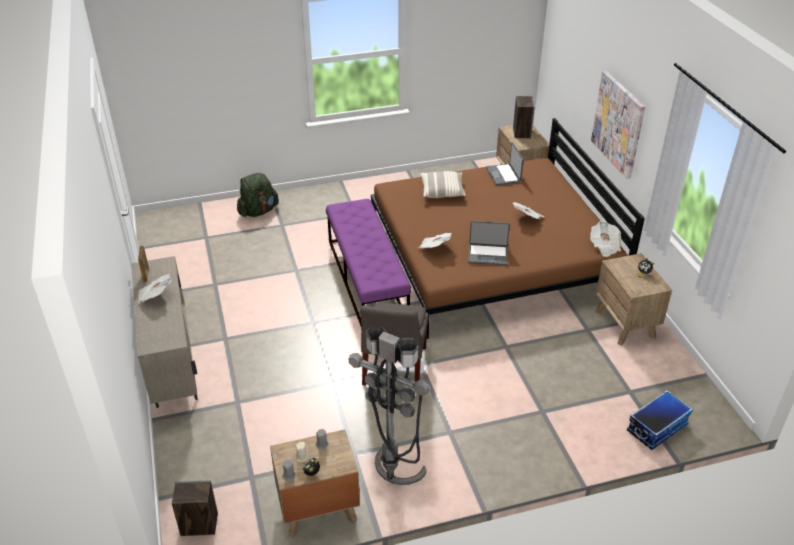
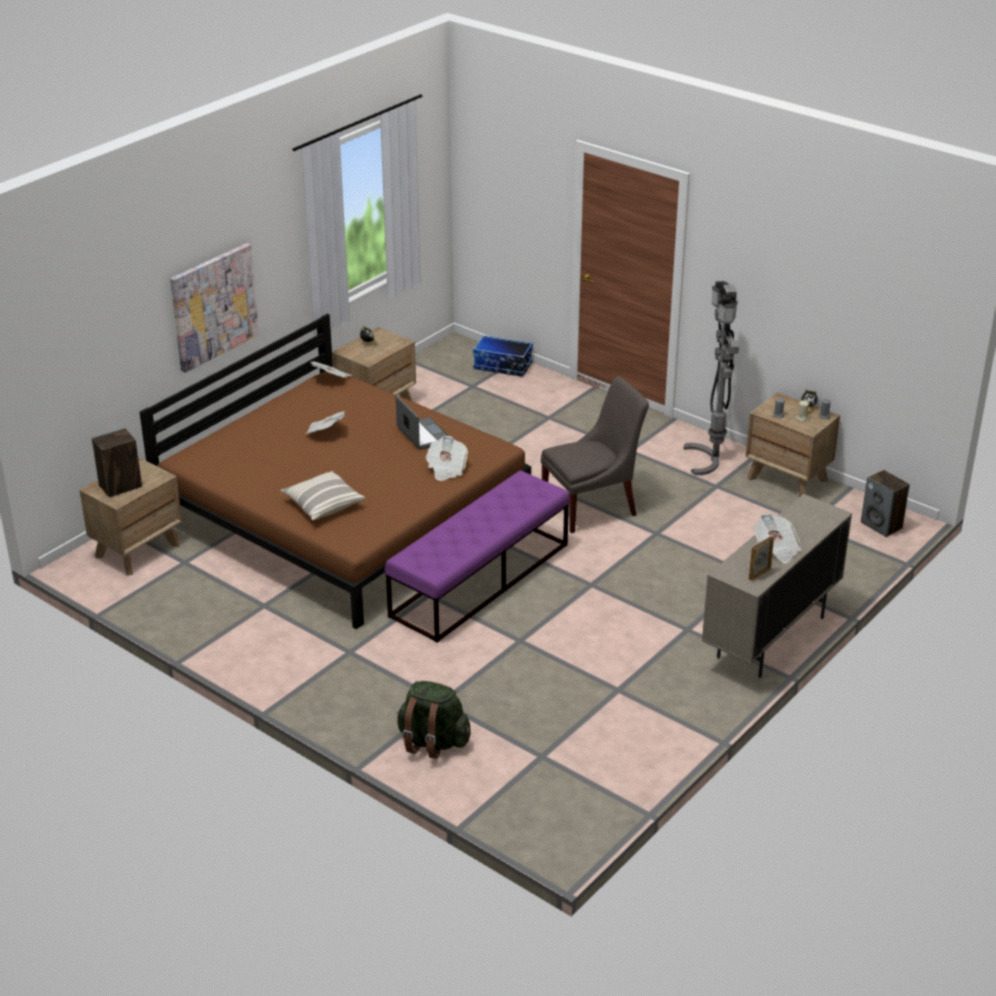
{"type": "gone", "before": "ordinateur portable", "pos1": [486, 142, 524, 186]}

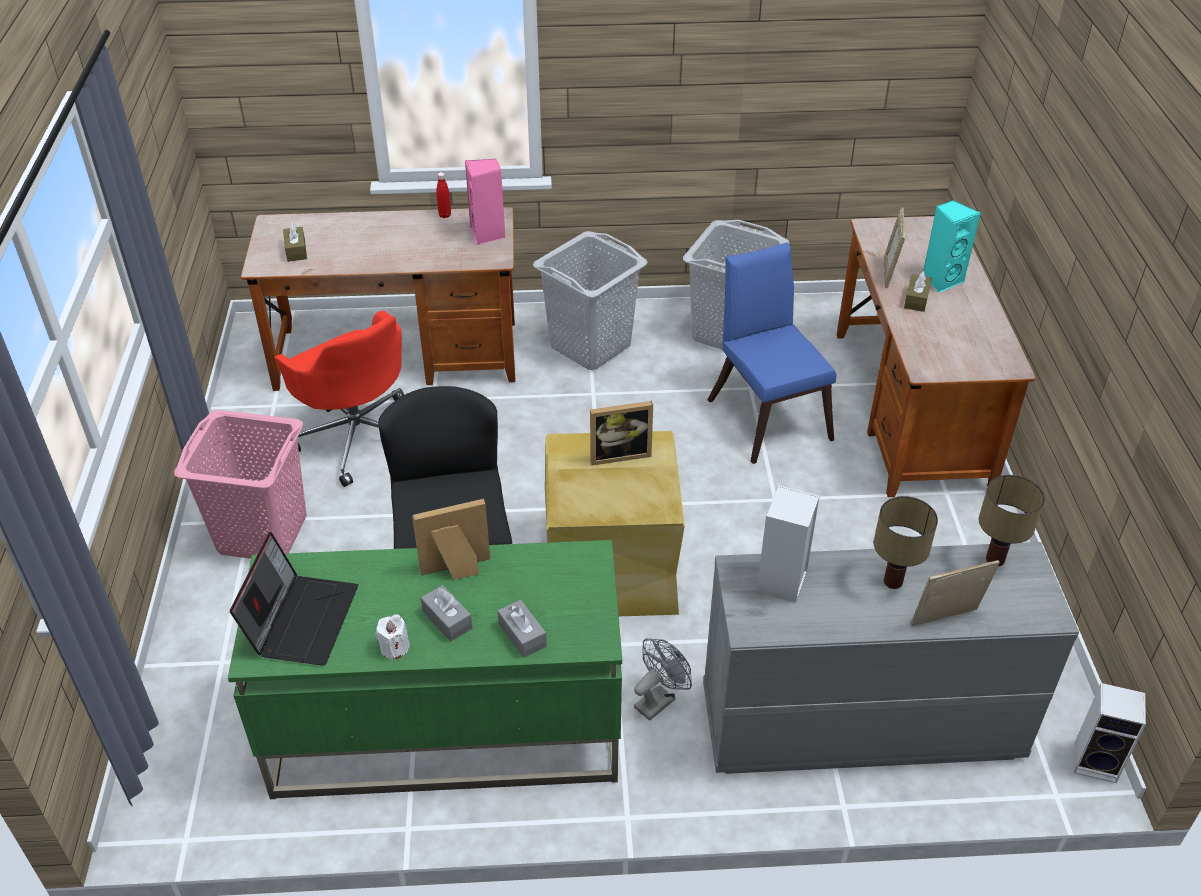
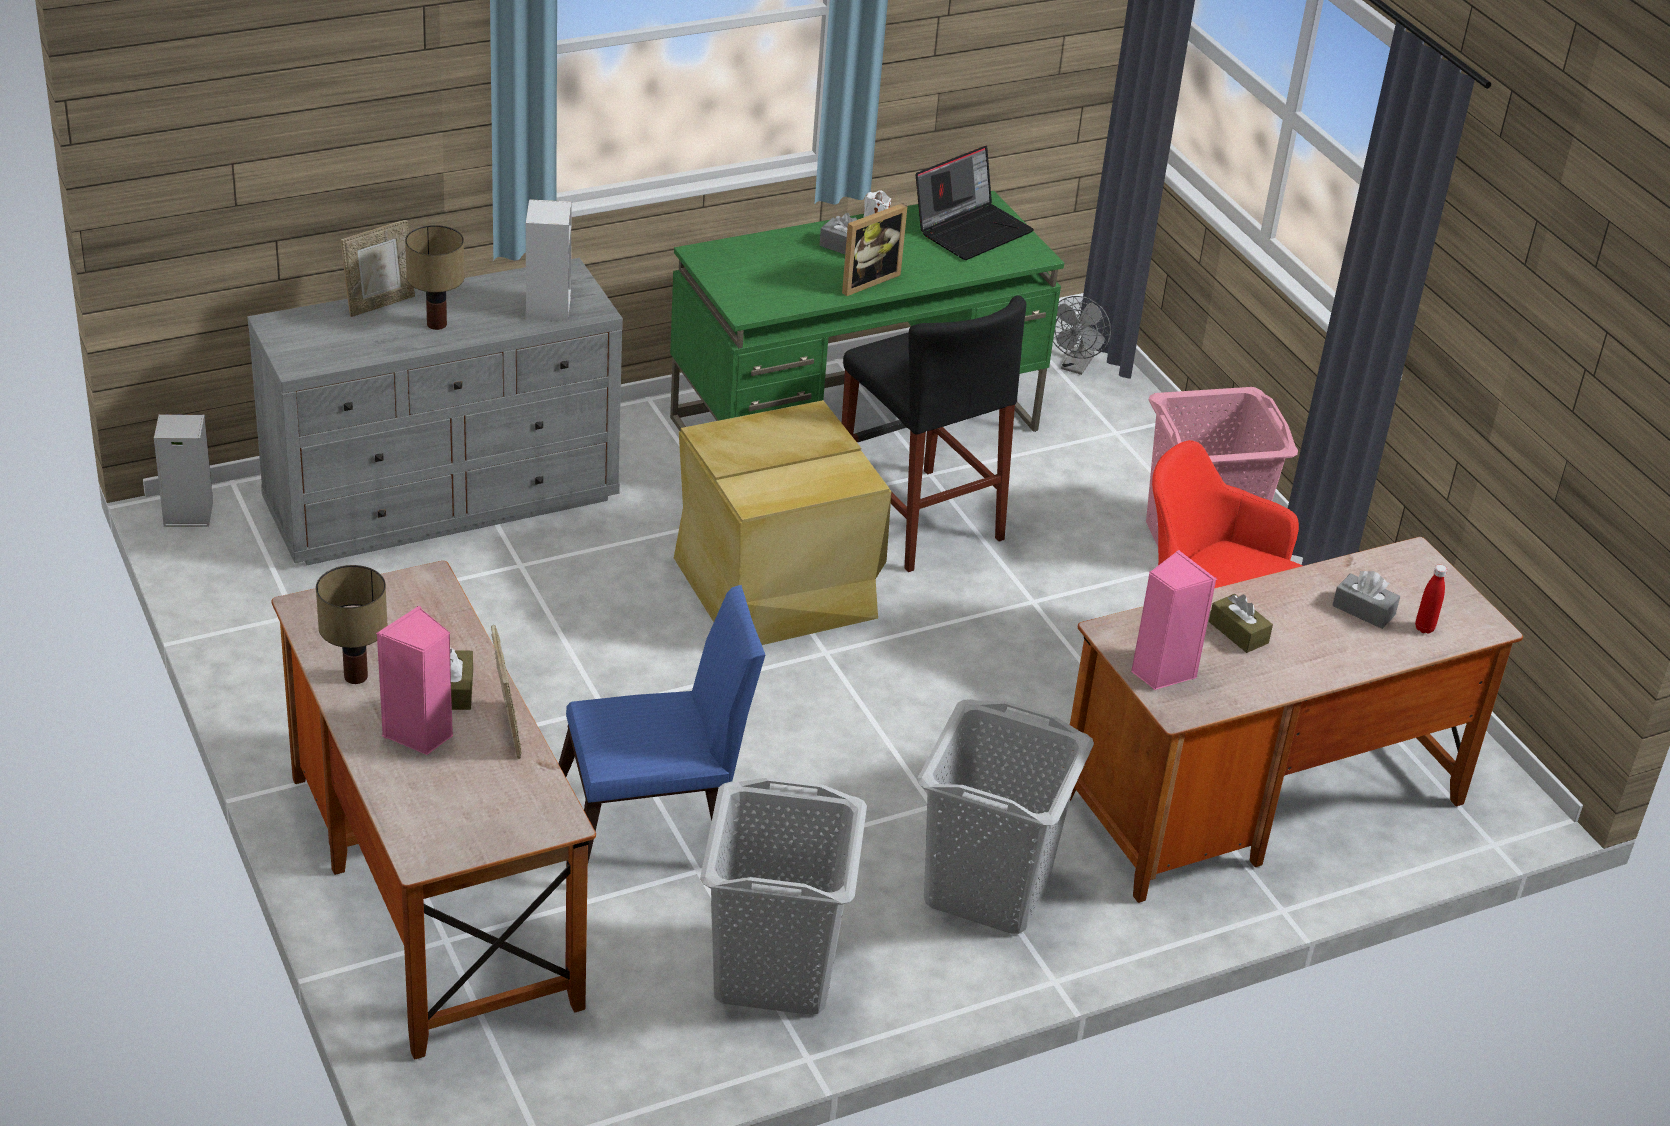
{"type": "shifted", "before": "bouteille (rouge)", "pos1": [436, 172, 451, 218], "pos2": [1415, 565, 1447, 634]}
{"type": "repainted", "before": "enceinte (turquoise)", "after": "enceinte (rose)", "pos1": [923, 200, 981, 292], "pos2": [377, 606, 453, 755]}
{"type": "shifted", "before": "boîte à mouchoirs (marron)", "pos1": [283, 223, 307, 262], "pos2": [1209, 594, 1273, 653]}
{"type": "rotated", "before": "chaise (bleu)", "pos1": [707, 242, 837, 464], "pos2": [558, 585, 765, 862], "turn": -60}
{"type": "gone", "before": "cadre photo", "pos1": [590, 401, 653, 466]}
{"type": "shifted", "before": "lampe de table", "pos1": [979, 475, 1045, 566], "pos2": [316, 565, 388, 684]}
{"type": "rotated", "before": "ordinateur portable", "pos1": [230, 531, 358, 666], "pos2": [916, 146, 1034, 260], "turn": -120}
{"type": "shifted", "before": "boîte à mouchoirs (gris)", "pos1": [498, 600, 547, 658], "pos2": [1332, 571, 1400, 629]}
{"type": "shifted", "before": "ventilateur (gris)", "pos1": [634, 638, 692, 721], "pos2": [1053, 296, 1111, 375]}

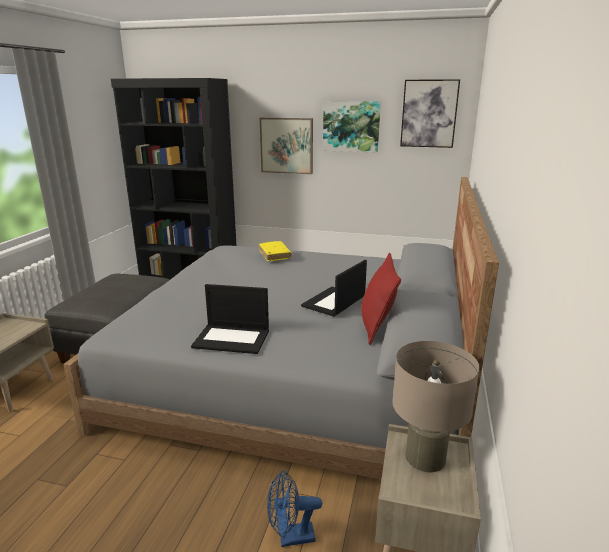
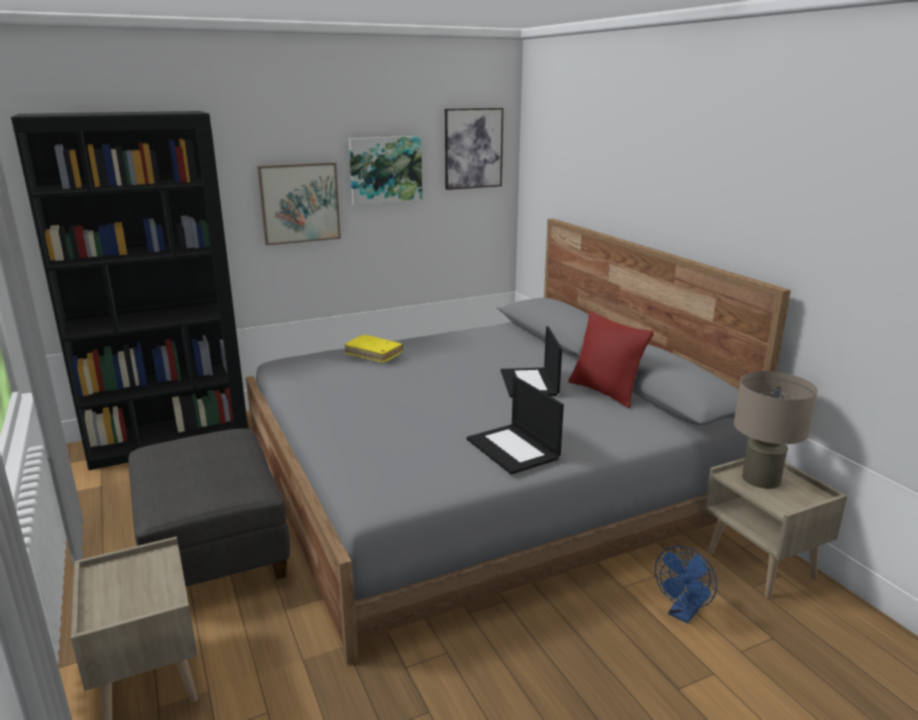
{"type": "rotated", "before": "ordinateur portable", "pos1": [191, 284, 269, 354], "pos2": [467, 376, 564, 475], "turn": 90}

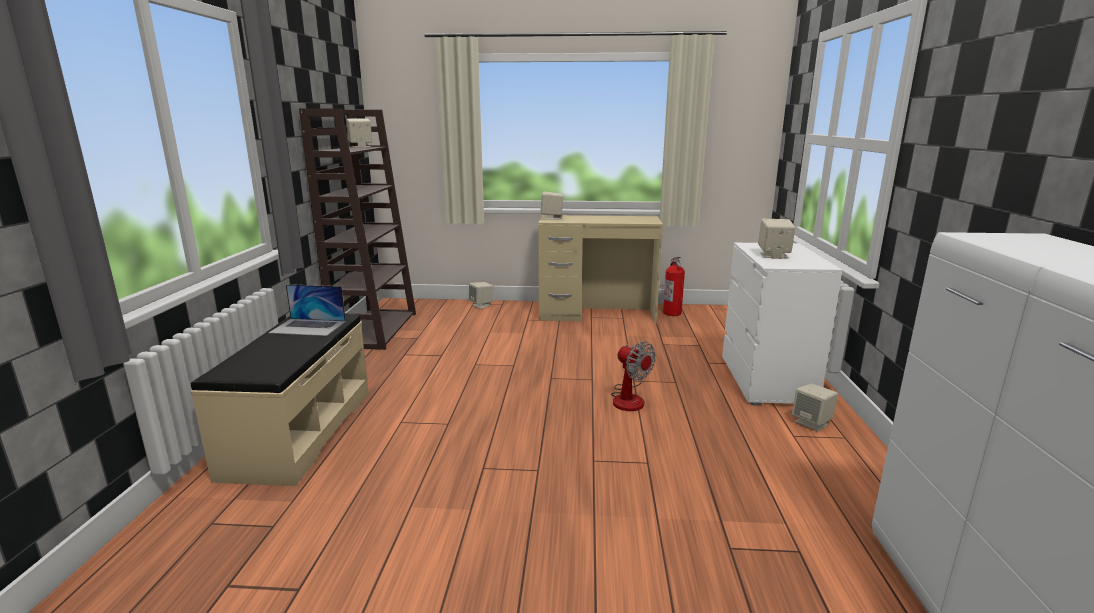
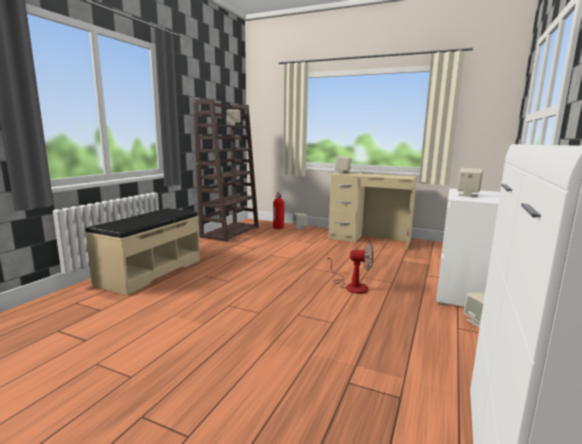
{"type": "shifted", "before": "extincteur", "pos1": [663, 257, 685, 316], "pos2": [273, 192, 284, 229]}
{"type": "gone", "before": "ordinateur portable", "pos1": [269, 284, 346, 336]}
{"type": "rotated", "before": "ventilateur", "pos1": [611, 341, 656, 411], "pos2": [327, 243, 374, 294], "turn": -60}

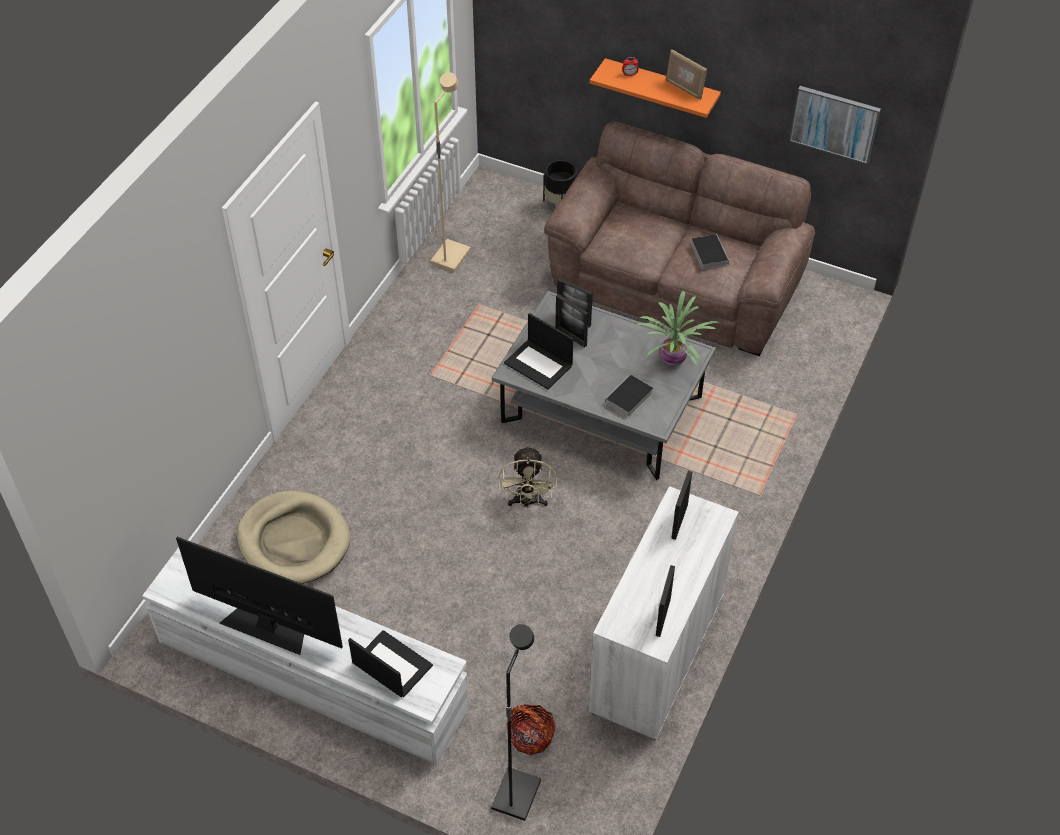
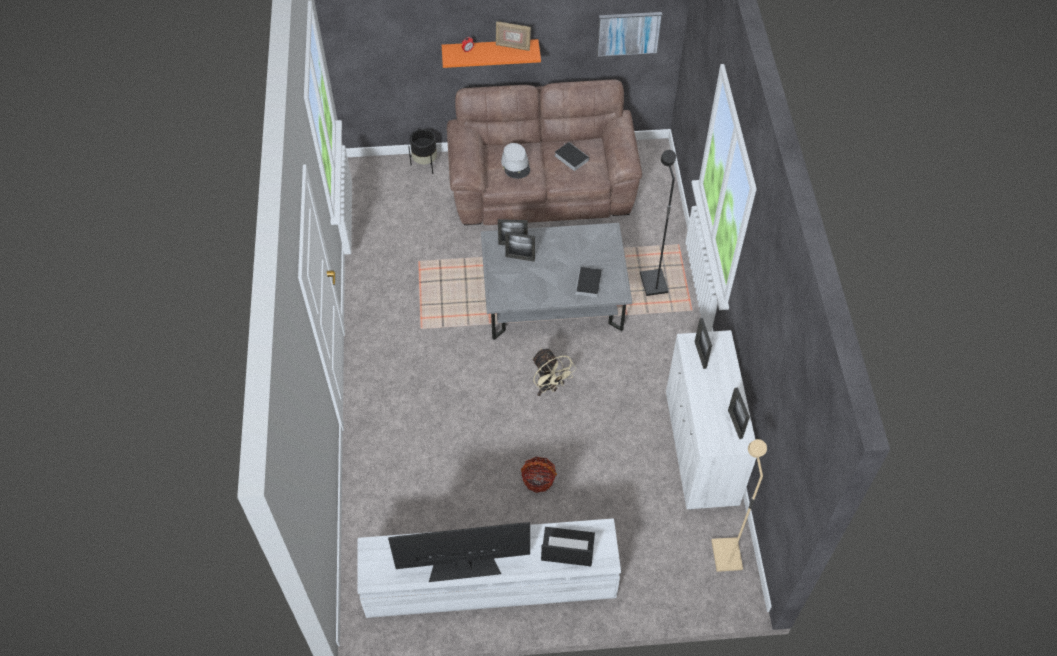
{"type": "shifted", "before": "lampadaire (beige)", "pos1": [430, 72, 471, 272], "pos2": [711, 439, 767, 572]}
{"type": "gone", "before": "plante en pot", "pos1": [635, 291, 720, 367]}
{"type": "gone", "before": "ordinateur portable", "pos1": [504, 313, 573, 390]}
{"type": "gone", "before": "panier pour chien (beige)", "pos1": [237, 490, 350, 584]}
{"type": "shifted", "before": "lampadaire (noir)", "pos1": [491, 624, 541, 821], "pos2": [640, 150, 676, 296]}
{"type": "shifted", "before": "panier", "pos1": [506, 704, 556, 755], "pos2": [521, 457, 557, 493]}
{"type": "new", "after": "chapeau (gris)", "pos2": [501, 143, 530, 179]}

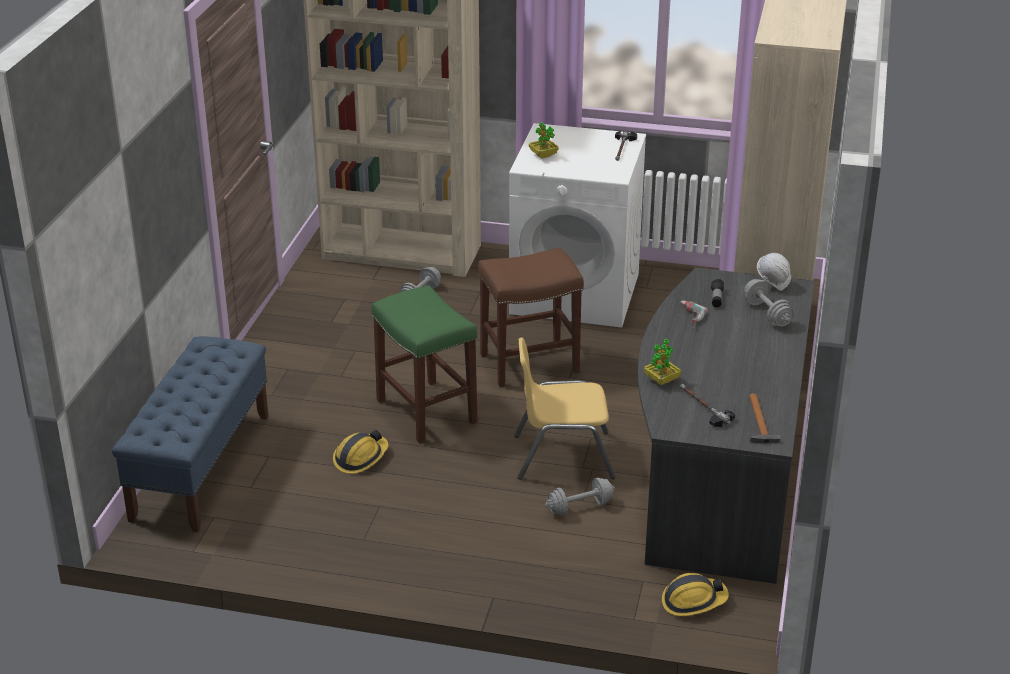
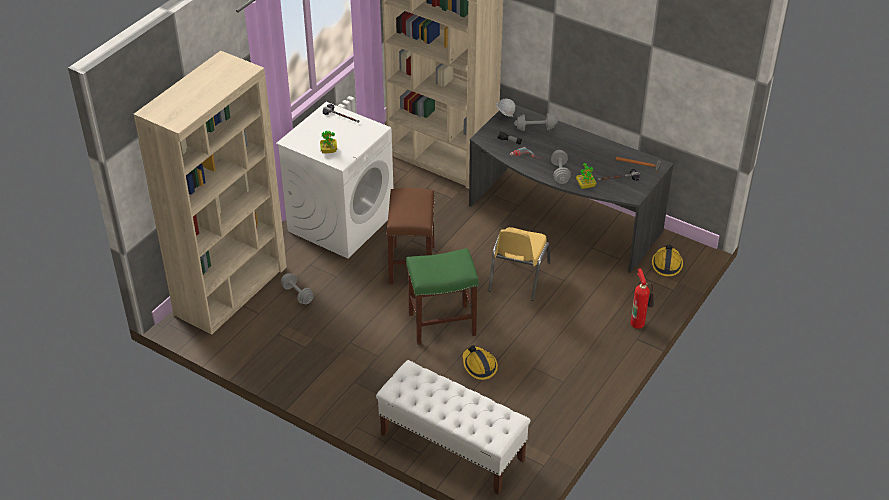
{"type": "repainted", "before": "banc (bleu)", "after": "banc (blanc)", "pos1": [112, 336, 269, 532], "pos2": [376, 360, 531, 495]}
{"type": "shifted", "before": "haltère (gris)", "pos1": [545, 478, 615, 516], "pos2": [551, 150, 571, 184]}
{"type": "new", "after": "extincteur", "pos2": [631, 268, 654, 329]}

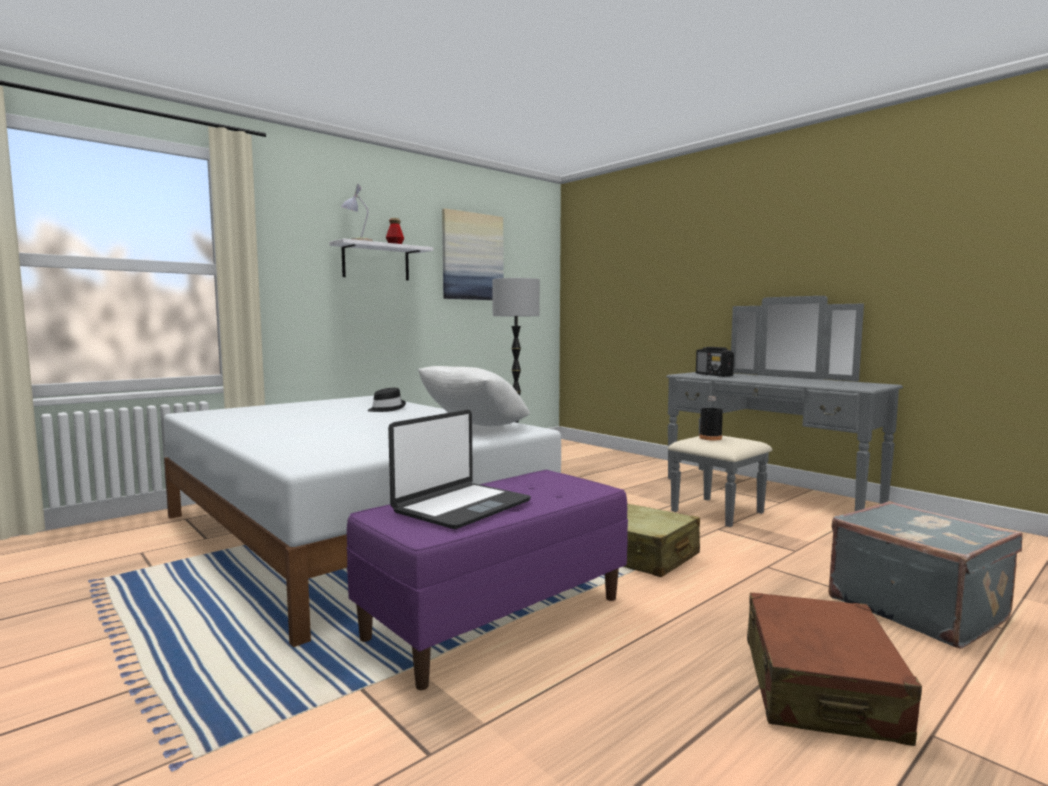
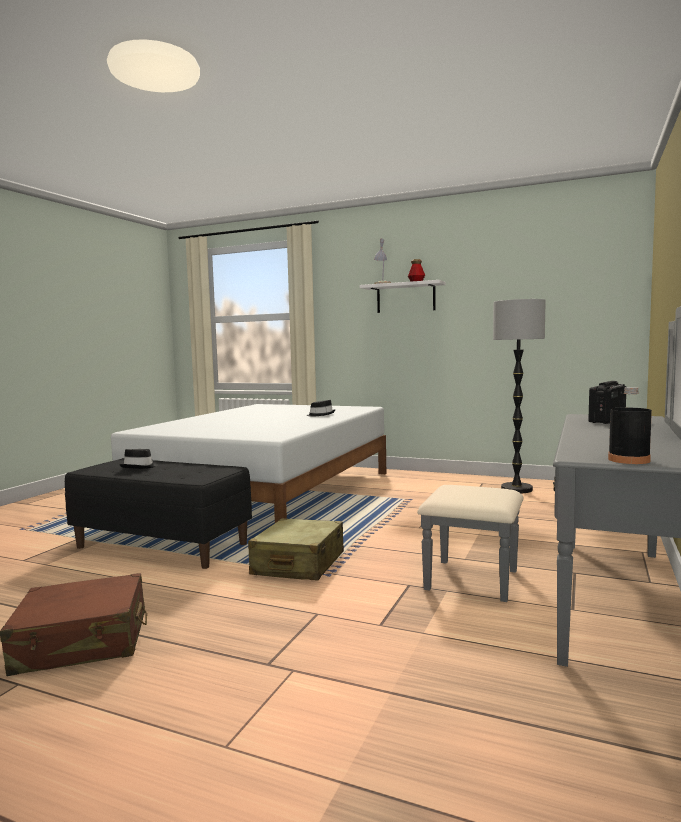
{"type": "gone", "before": "tableau", "pos1": [442, 208, 504, 300]}
{"type": "gone", "before": "coussin (blanc)", "pos1": [418, 366, 530, 426]}
{"type": "shifted", "before": "bouteille (noir)", "pos1": [699, 396, 723, 440], "pos2": [608, 387, 652, 464]}
{"type": "swapped", "before": "ordinateur portable", "after": "chapeau (noir)", "pos1": [388, 410, 531, 529], "pos2": [120, 449, 158, 469]}
{"type": "repainted", "before": "banc (violet)", "after": "banc (noir)", "pos1": [346, 470, 628, 690], "pos2": [65, 458, 252, 569]}
{"type": "gone", "before": "valise (gris)", "pos1": [828, 501, 1023, 649]}

